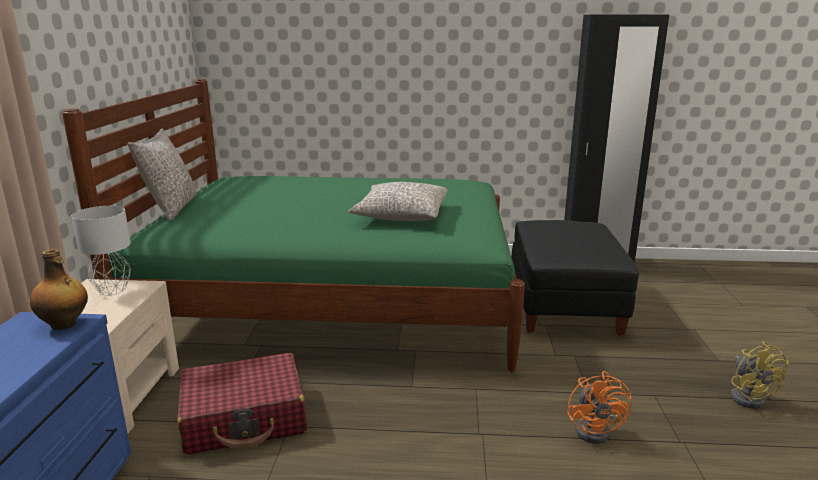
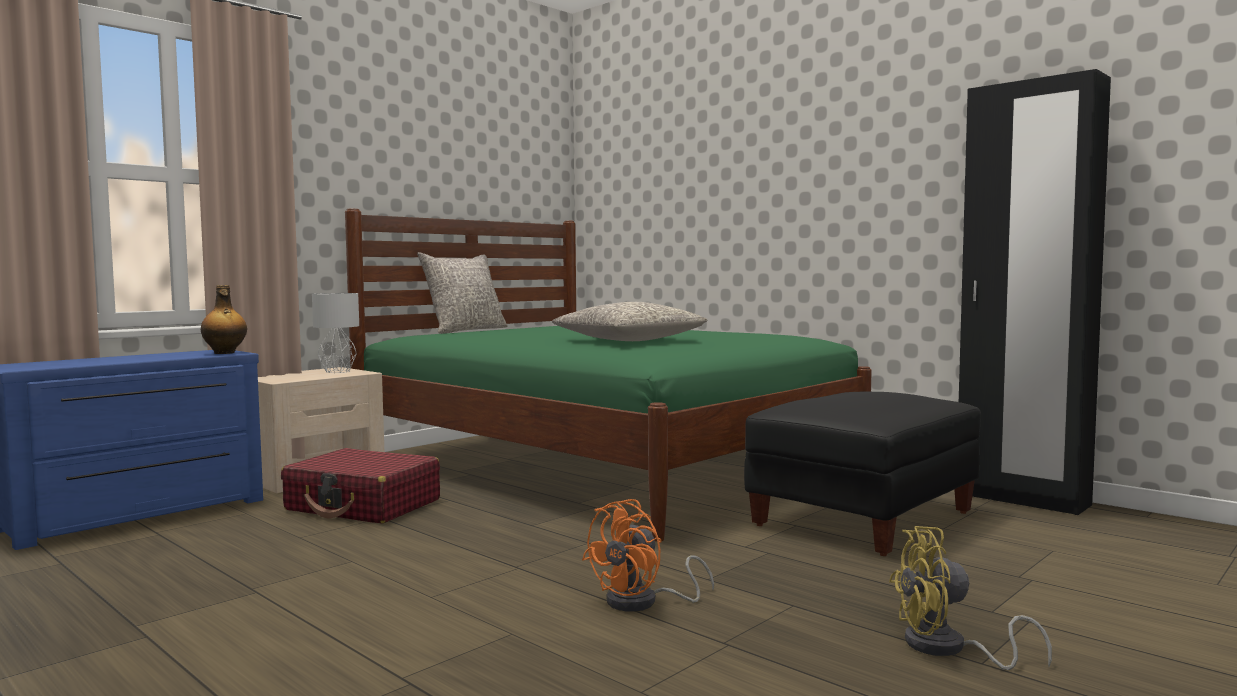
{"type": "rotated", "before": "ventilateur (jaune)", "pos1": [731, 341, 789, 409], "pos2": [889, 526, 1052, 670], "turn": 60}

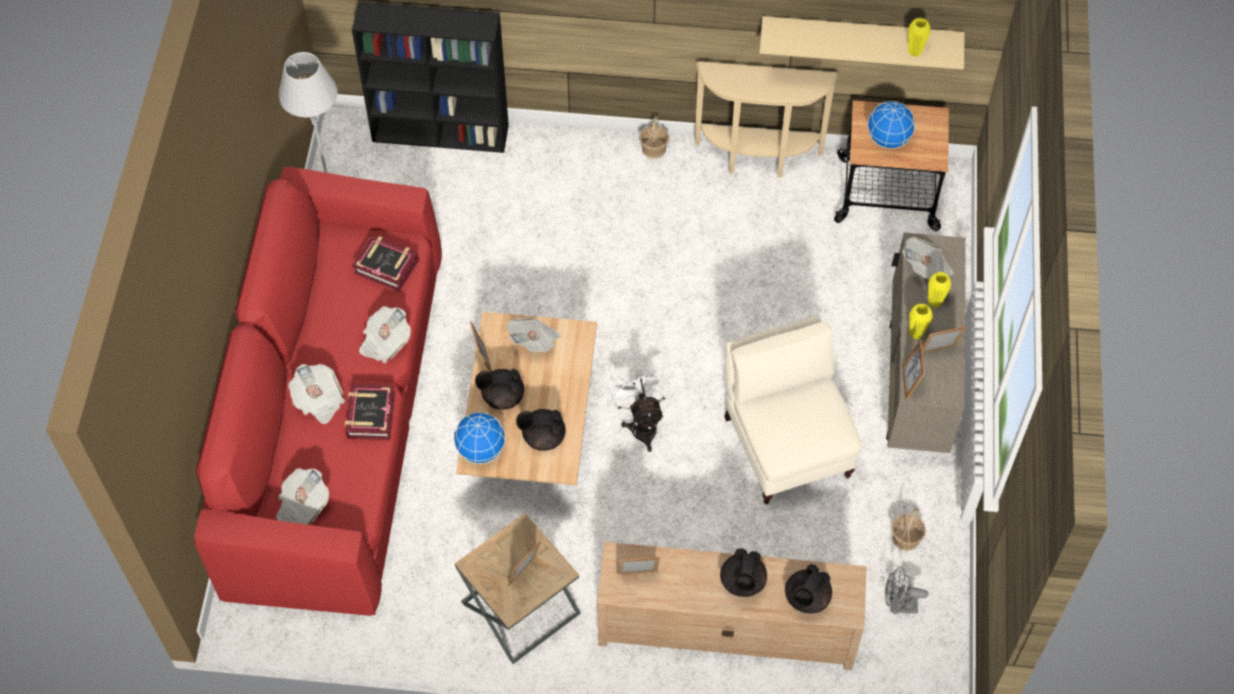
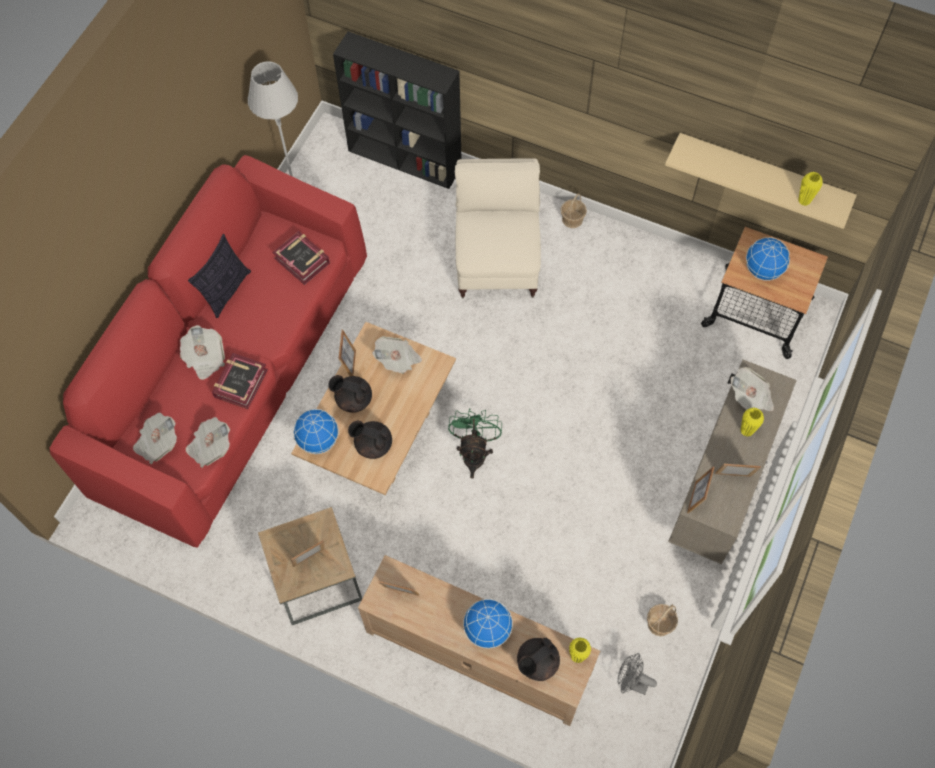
{"type": "gone", "before": "table console (beige)", "pos1": [695, 61, 838, 178]}
{"type": "shifted", "before": "vase (jaune)", "pos1": [909, 303, 933, 339], "pos2": [569, 638, 591, 663]}
{"type": "shifted", "before": "journal", "pos1": [359, 306, 411, 363], "pos2": [186, 417, 230, 468]}
{"type": "shifted", "before": "fauteuil (beige)", "pos1": [724, 316, 862, 505], "pos2": [455, 158, 541, 298]}
{"type": "repainted", "before": "ventilateur (blanc)", "after": "ventilateur (vert)", "pos1": [609, 366, 672, 452], "pos2": [448, 408, 502, 479]}
{"type": "swapped", "before": "théière (noir)", "after": "globe", "pos1": [720, 548, 767, 597], "pos2": [463, 599, 513, 648]}
{"type": "new", "after": "coussin", "pos2": [188, 234, 251, 318]}

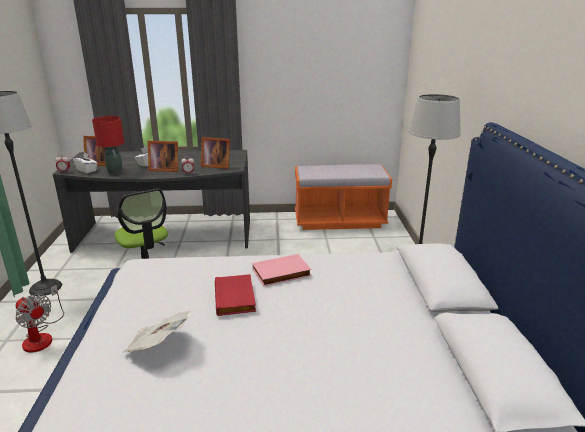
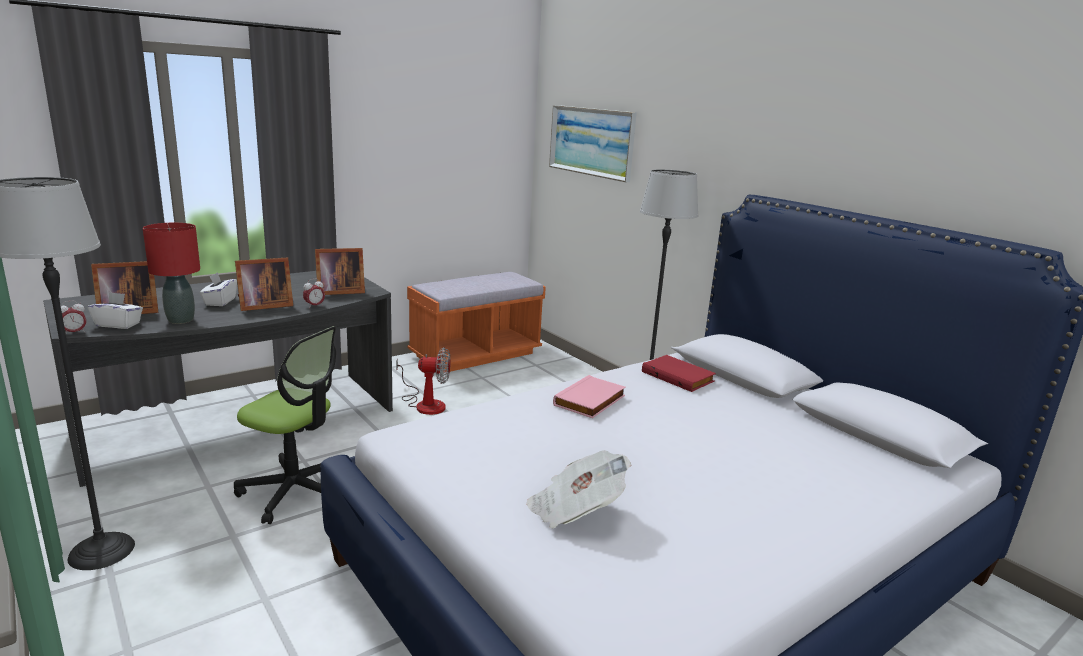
{"type": "shifted", "before": "livre (rouge)", "pos1": [215, 274, 256, 316], "pos2": [642, 355, 716, 392]}
{"type": "shifted", "before": "ventilateur", "pos1": [16, 285, 64, 353], "pos2": [396, 347, 451, 415]}
{"type": "new", "after": "tableau", "pos2": [549, 105, 637, 182]}

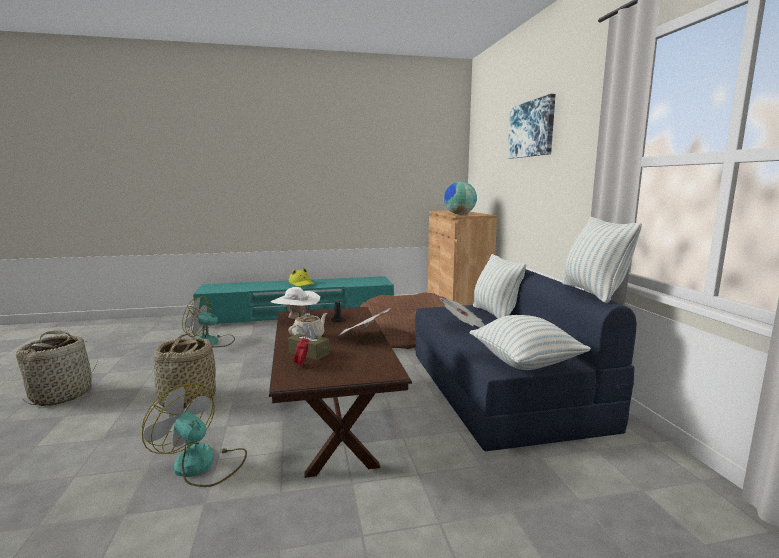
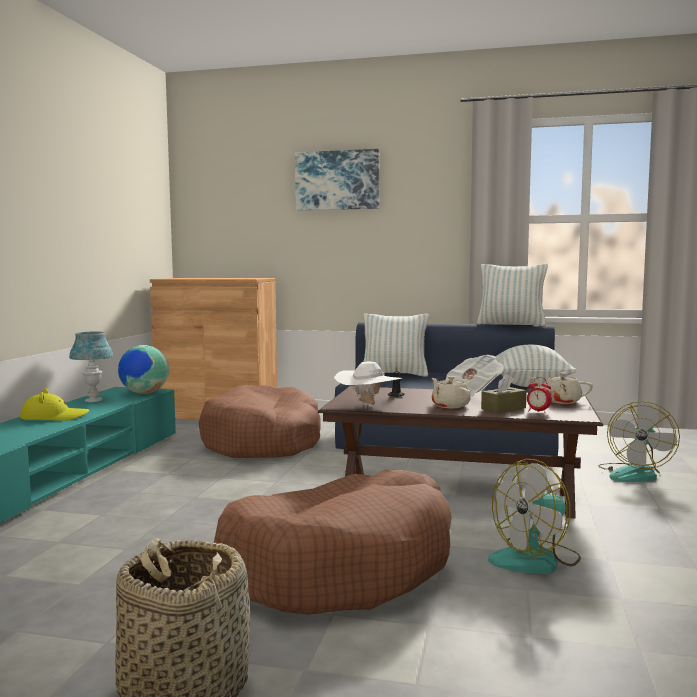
{"type": "shifted", "before": "globe", "pos1": [444, 182, 477, 215], "pos2": [118, 345, 169, 394]}
{"type": "shifted", "before": "ventilateur", "pos1": [182, 296, 235, 348], "pos2": [598, 401, 680, 482]}
{"type": "gone", "before": "journal", "pos1": [440, 298, 485, 328]}
{"type": "swapped", "before": "panier", "after": "panier pour chien (marron)", "pos1": [153, 334, 216, 409], "pos2": [214, 469, 452, 615]}
{"type": "new", "after": "lampe de table (bleu)", "pos2": [69, 331, 113, 402]}
{"type": "new", "after": "théière (beige)", "pos2": [530, 372, 593, 404]}

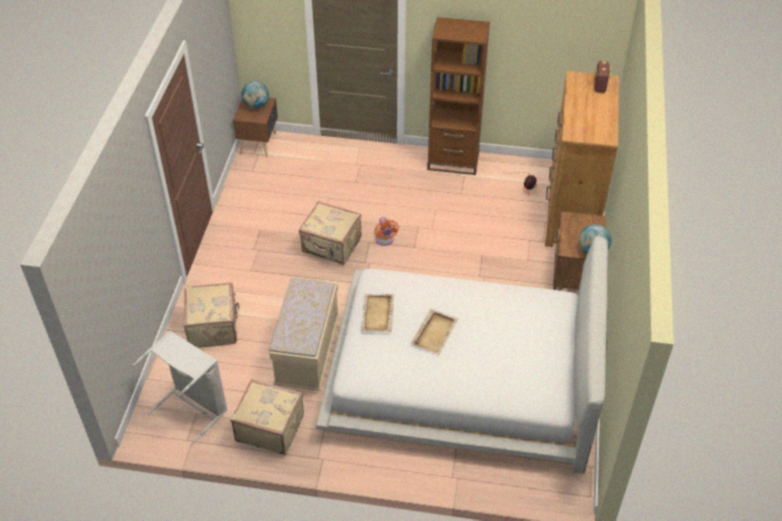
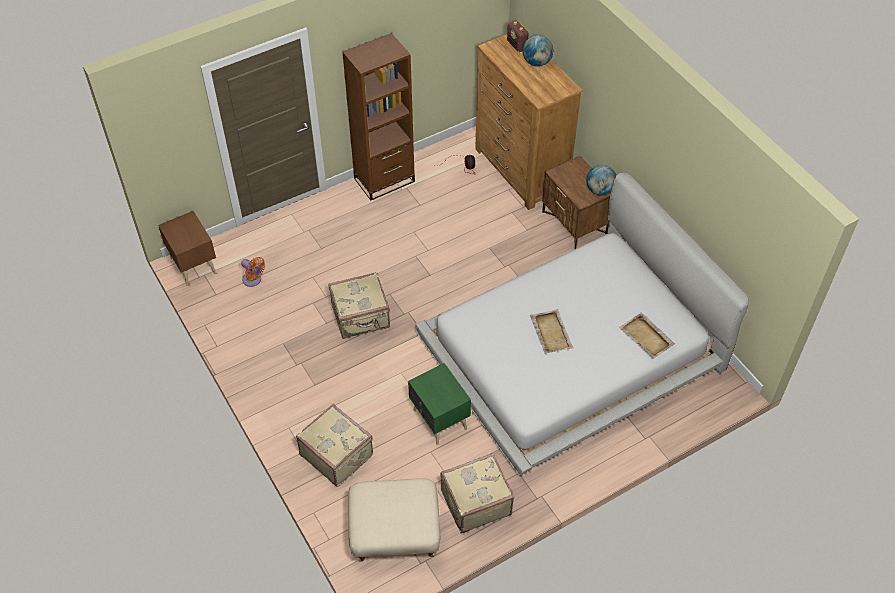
{"type": "shifted", "before": "globe", "pos1": [241, 81, 269, 109], "pos2": [522, 35, 553, 67]}
{"type": "shifted", "before": "ventilateur (orange)", "pos1": [374, 217, 399, 246], "pos2": [241, 257, 265, 287]}
{"type": "swapped", "before": "banc (beige)", "after": "table de chevet (vert)", "pos1": [269, 277, 339, 391], "pos2": [408, 363, 471, 445]}
{"type": "shifted", "before": "plateau (beige)", "pos1": [361, 294, 394, 332], "pos2": [619, 313, 675, 359]}
{"type": "swapped", "before": "panier à linge (gris)", "after": "pouf (beige)", "pos1": [133, 330, 227, 445], "pos2": [348, 479, 440, 562]}

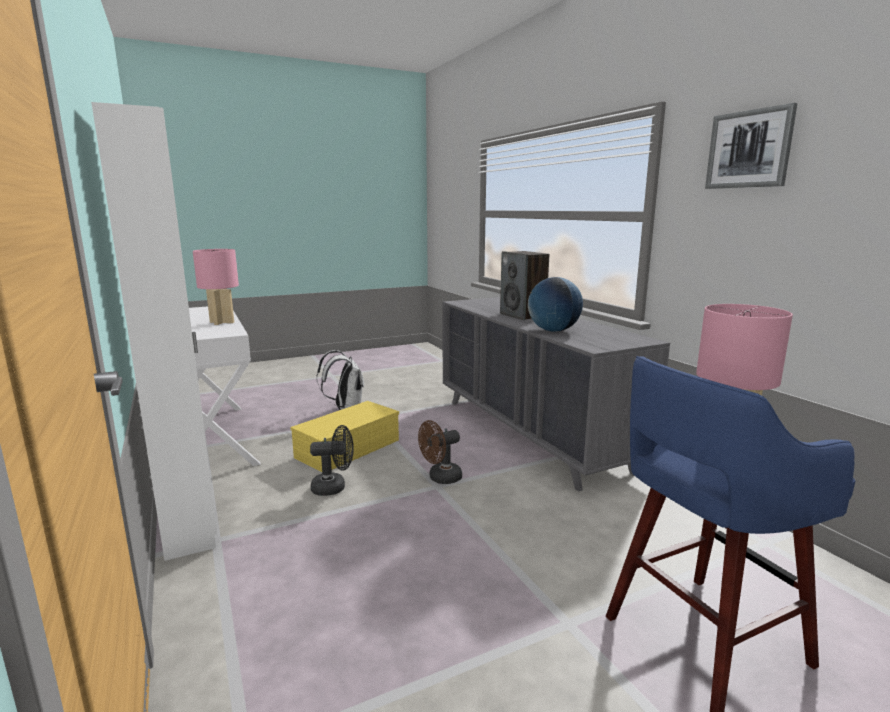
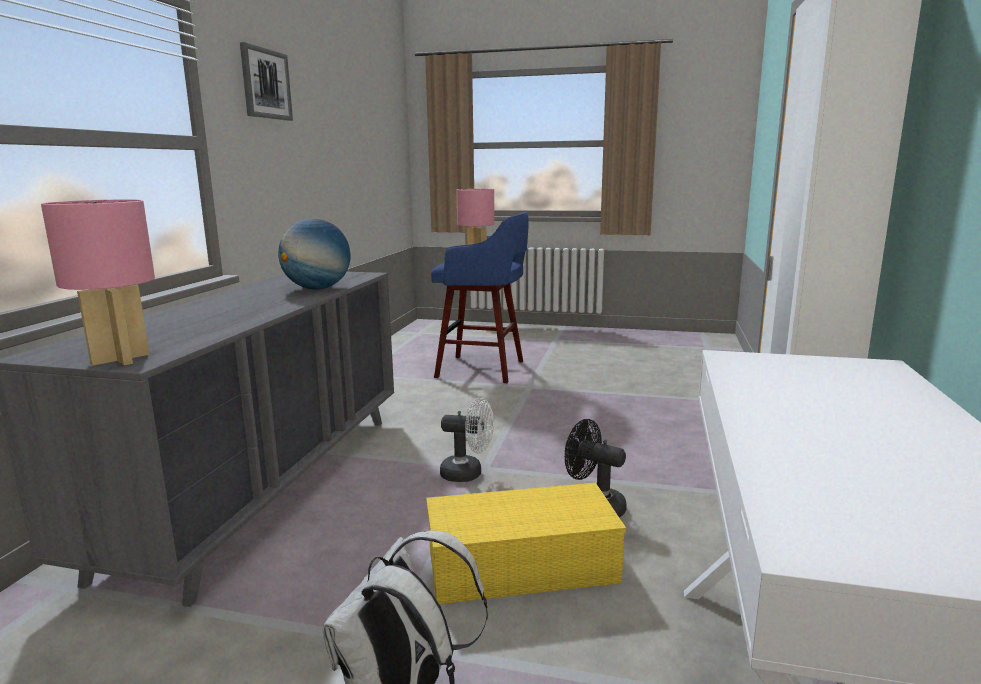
{"type": "shifted", "before": "lampe de table (rose)", "pos1": [193, 249, 239, 325], "pos2": [41, 199, 155, 366]}
{"type": "gone", "before": "enceinte", "pos1": [500, 251, 549, 320]}
{"type": "repainted", "before": "ventilateur (marron)", "after": "ventilateur (blanc)", "pos1": [418, 420, 462, 484], "pos2": [440, 397, 494, 482]}

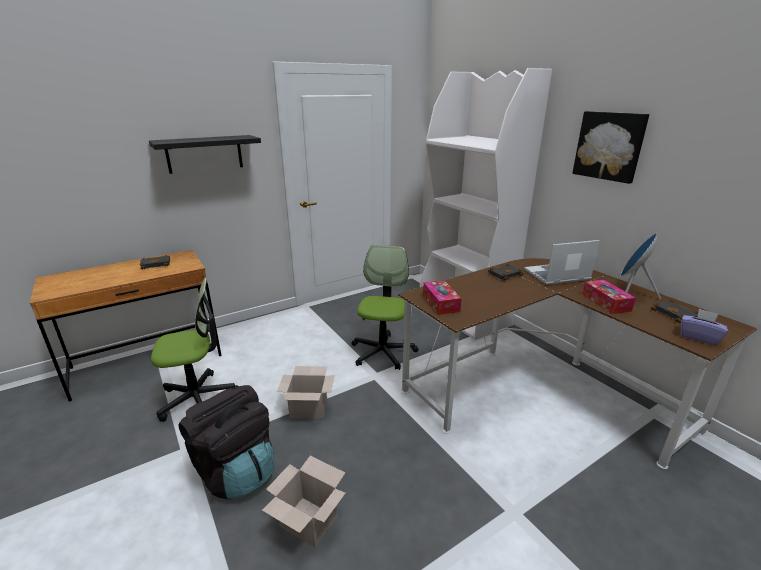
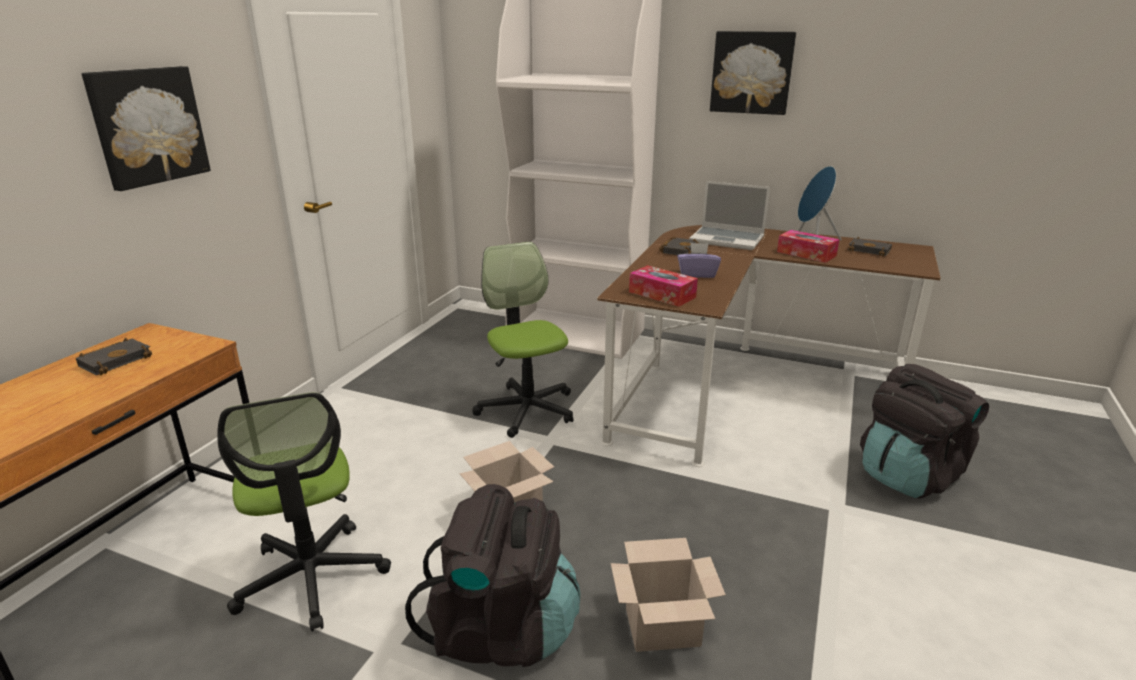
{"type": "swapped", "before": "étagère (noir)", "after": "tableau", "pos1": [149, 135, 261, 174], "pos2": [81, 66, 211, 191]}
{"type": "rotated", "before": "ordinateur portable", "pos1": [524, 240, 600, 285], "pos2": [689, 181, 770, 250], "turn": -105}
{"type": "rotated", "before": "chaise de bureau", "pos1": [151, 277, 239, 422], "pos2": [217, 392, 391, 632], "turn": 120}
{"type": "shifted", "before": "boîte à mouchoirs (violet)", "pos1": [681, 309, 728, 346], "pos2": [677, 243, 721, 278]}
{"type": "new", "after": "sac à dos (noir)", "pos2": [860, 364, 989, 498]}

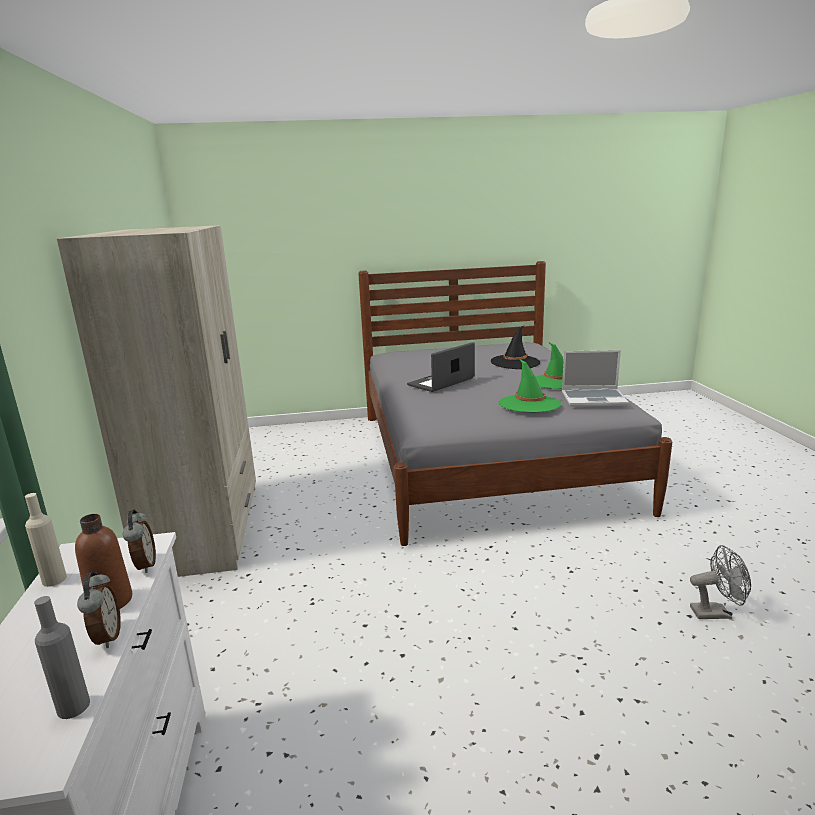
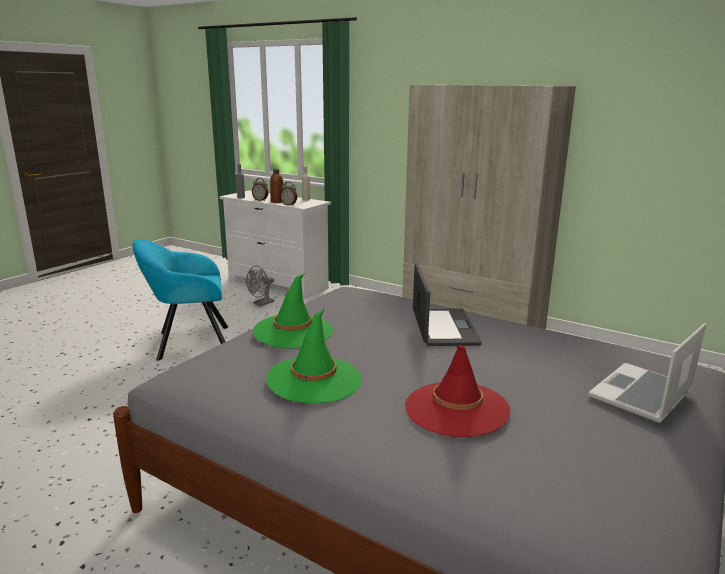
{"type": "repainted", "before": "chapeau (noir)", "after": "chapeau (rouge)", "pos1": [491, 326, 540, 369], "pos2": [405, 345, 511, 437]}
{"type": "shifted", "before": "ordinateur portable", "pos1": [562, 350, 629, 407], "pos2": [588, 323, 706, 423]}
{"type": "shifted", "before": "ventilateur (gris)", "pos1": [690, 545, 751, 619], "pos2": [246, 266, 274, 306]}
{"type": "new", "after": "fauteuil (turquoise)", "pos2": [133, 239, 228, 361]}

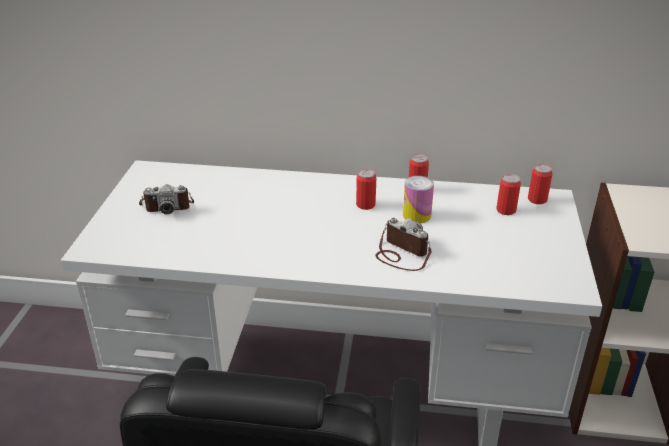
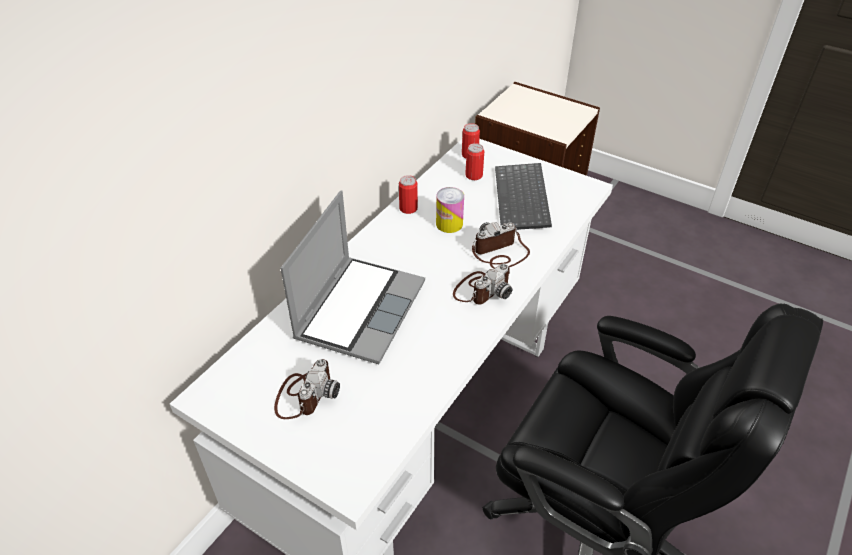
{"type": "gone", "before": "boîte métallique", "pos1": [356, 169, 376, 210]}
{"type": "new", "after": "clavier", "pos2": [495, 163, 552, 230]}
{"type": "new", "after": "ordinateur portable", "pos2": [281, 190, 425, 364]}
{"type": "new", "after": "appareil photo", "pos2": [453, 264, 512, 305]}

